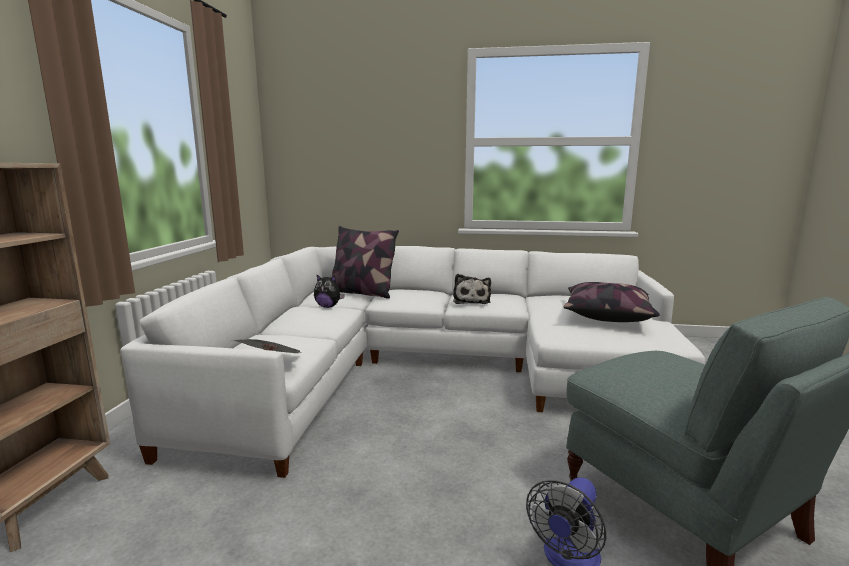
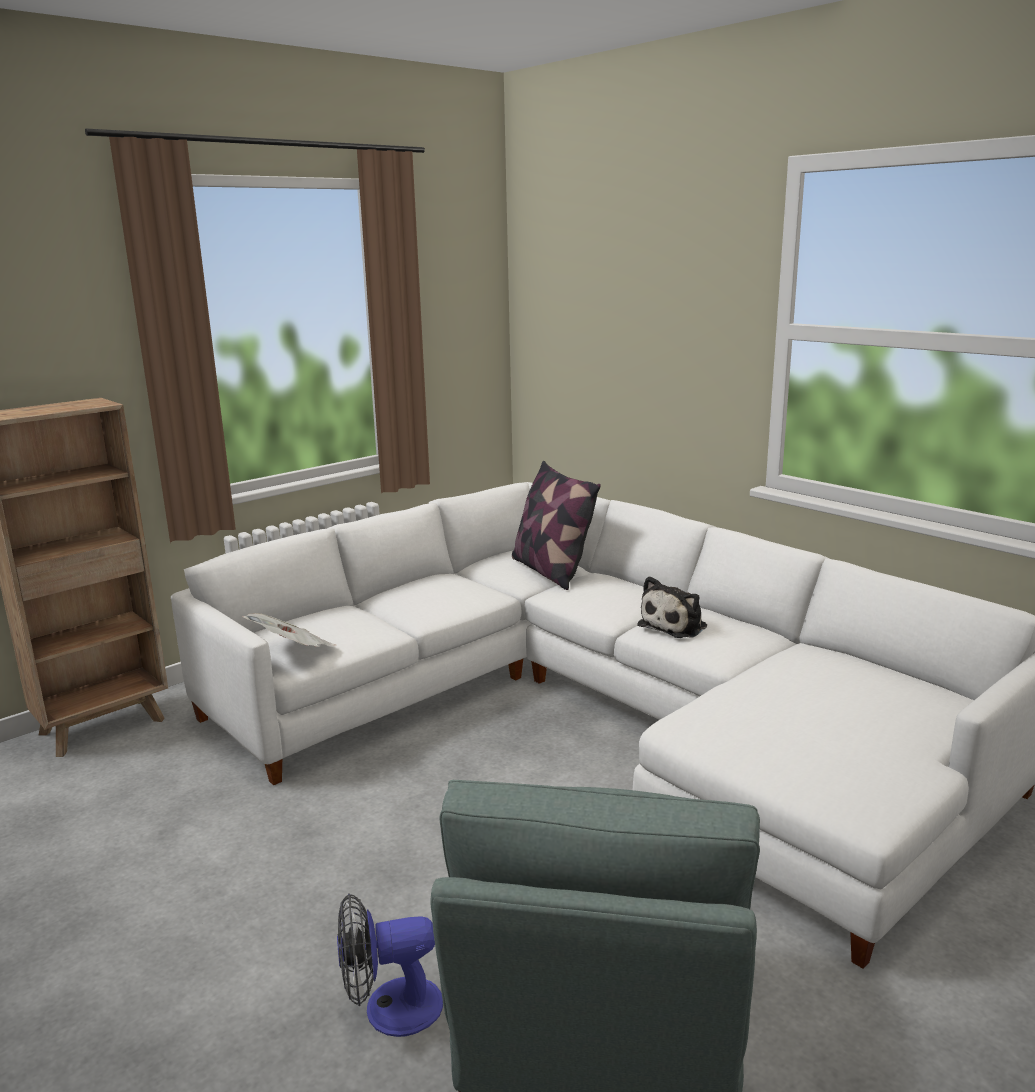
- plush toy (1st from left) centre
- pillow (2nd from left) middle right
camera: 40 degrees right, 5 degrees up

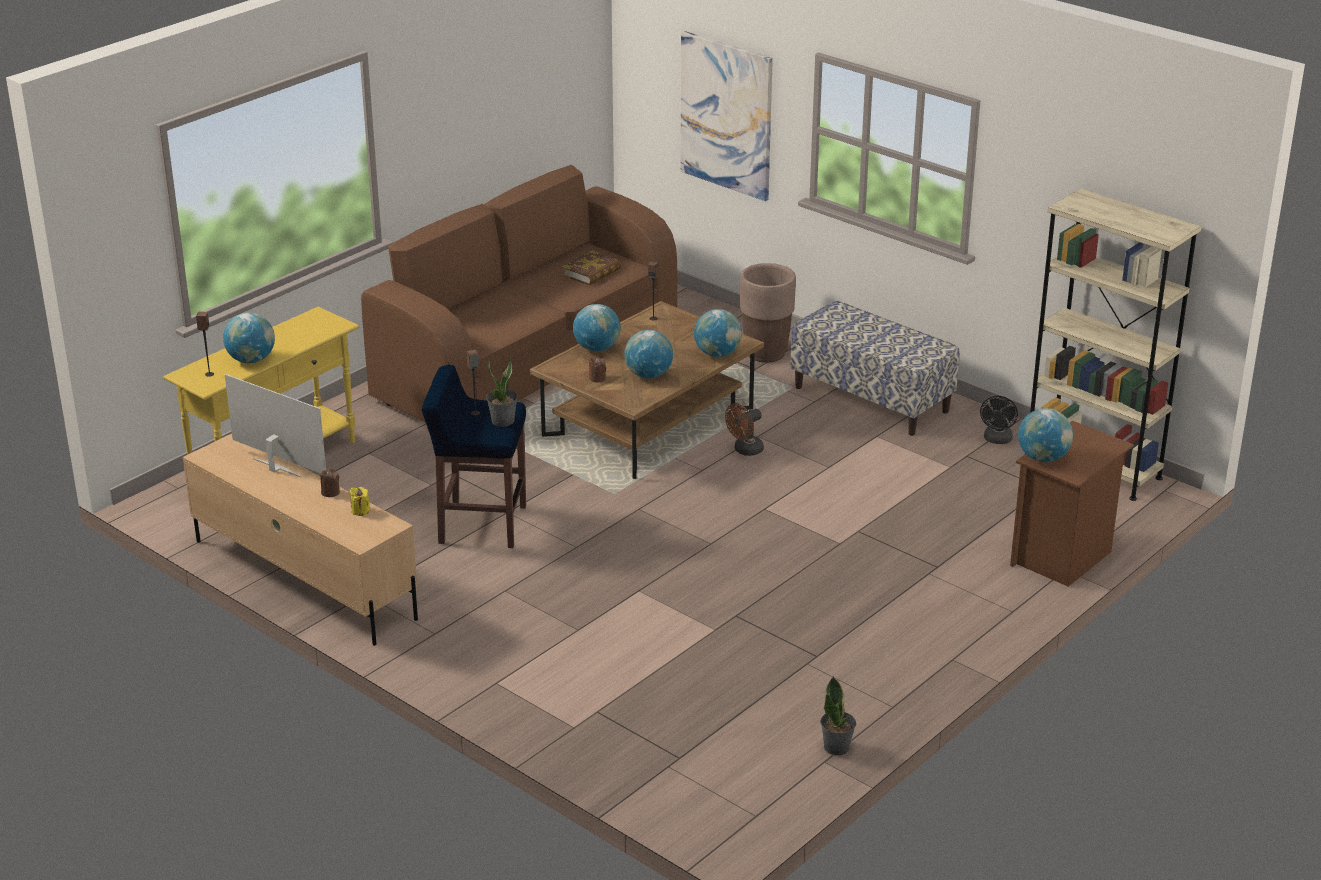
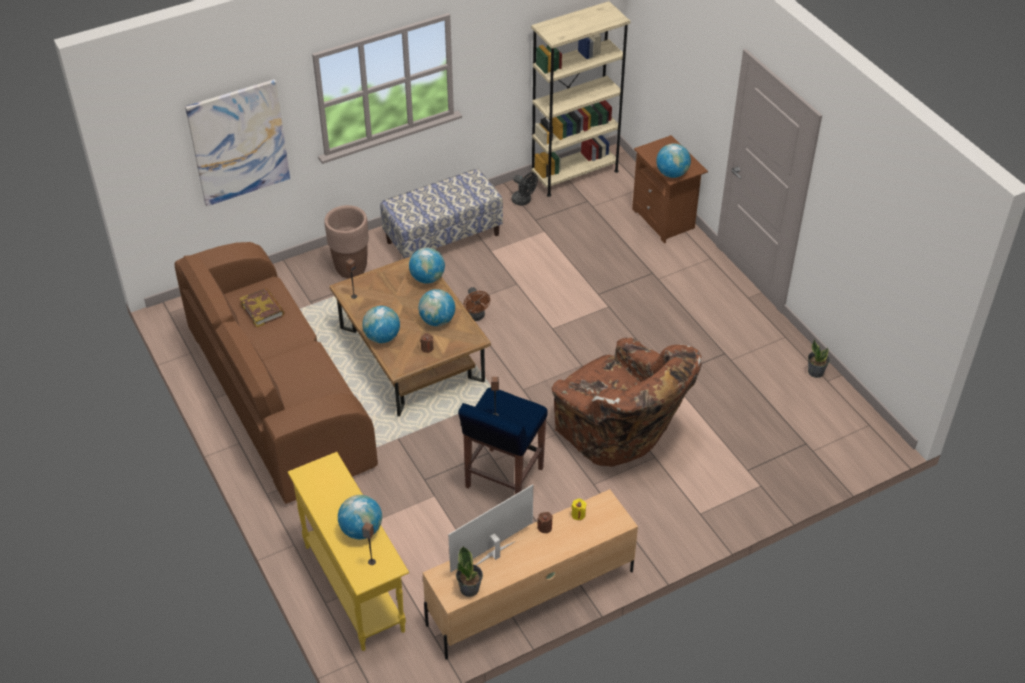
~ potted plant (1st from left) centre to bottom centre
+ brown armchair centre
camera: 70 degrees left, 15 degrees up

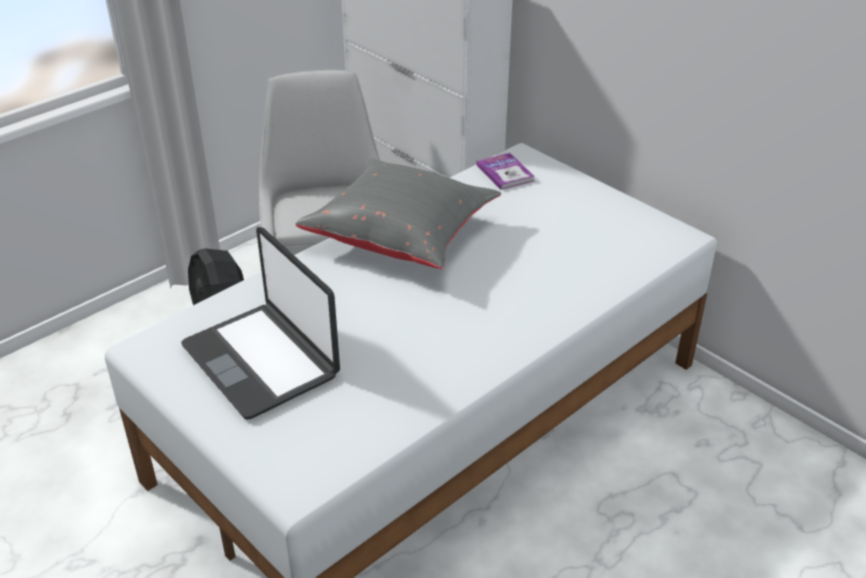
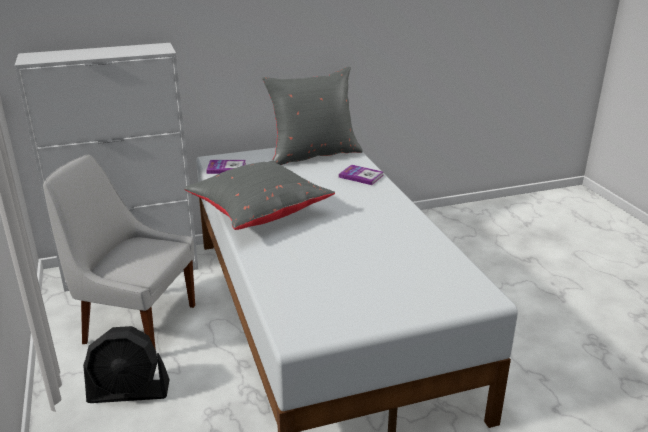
- laptop middle left
+ grey pillow (2nd from left) top centre
+ book (2nd from left) centre
camera: 65 degrees left, 10 degrees down

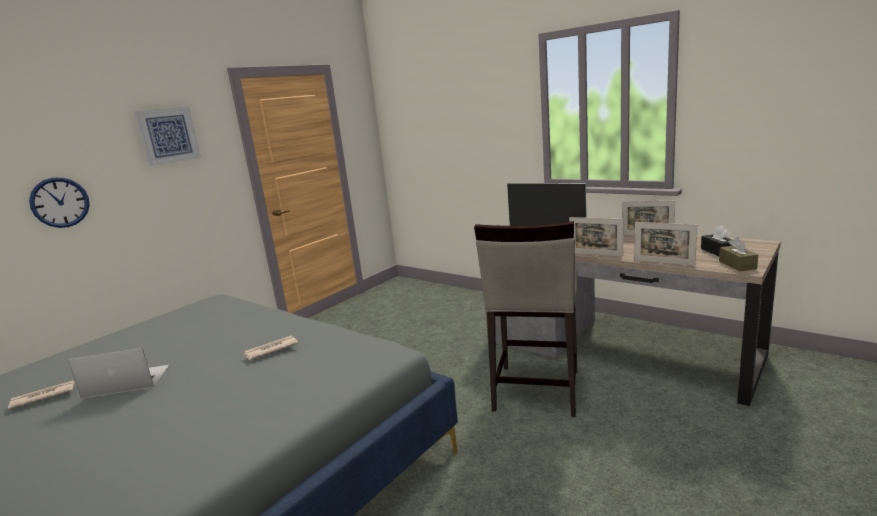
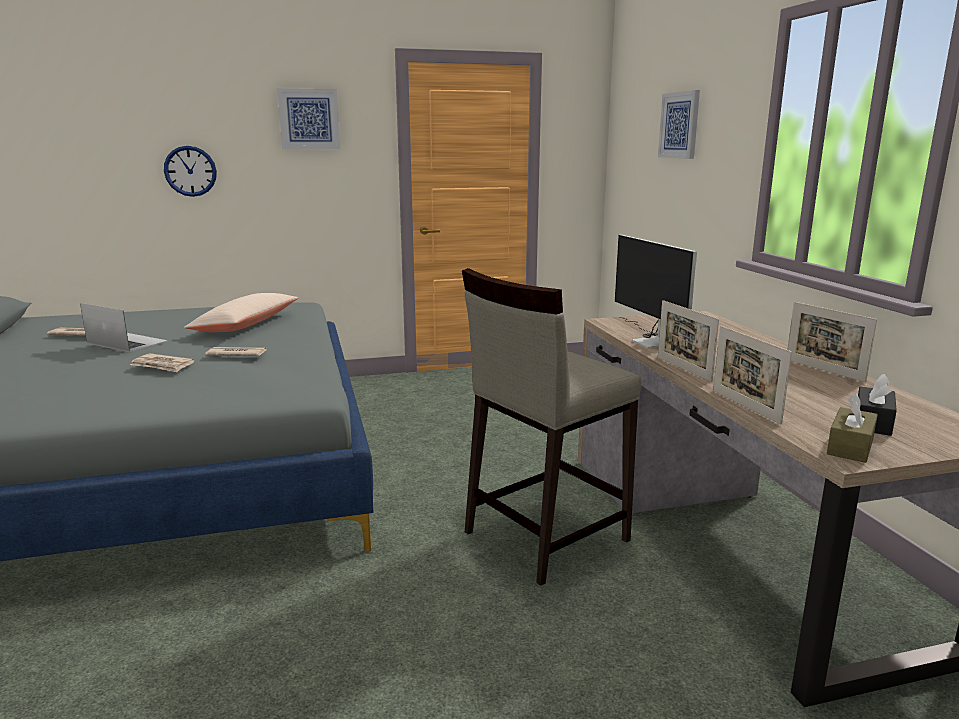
+ picture (2nd from left) top right
+ beige pillow middle left
+ newspaper (2nd from left) middle left
camera: 35 degrees right, 0 degrees up

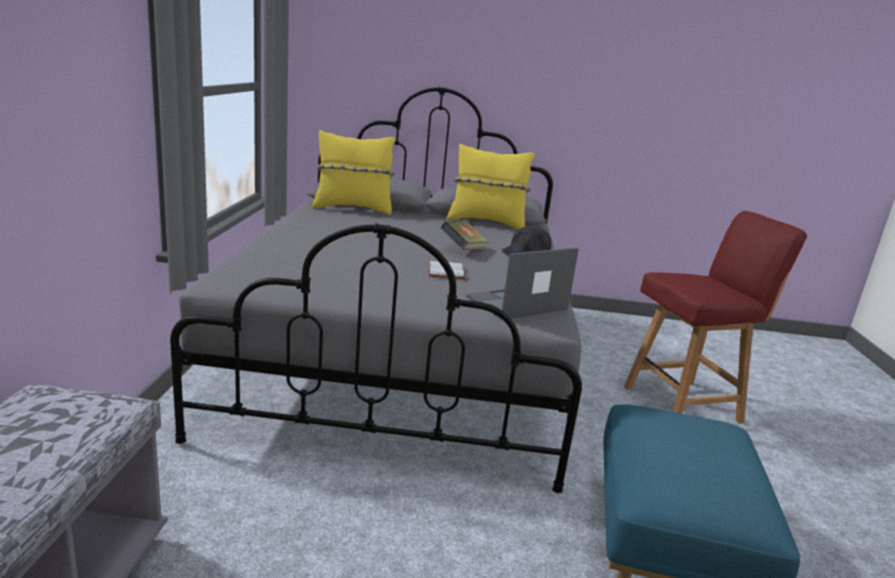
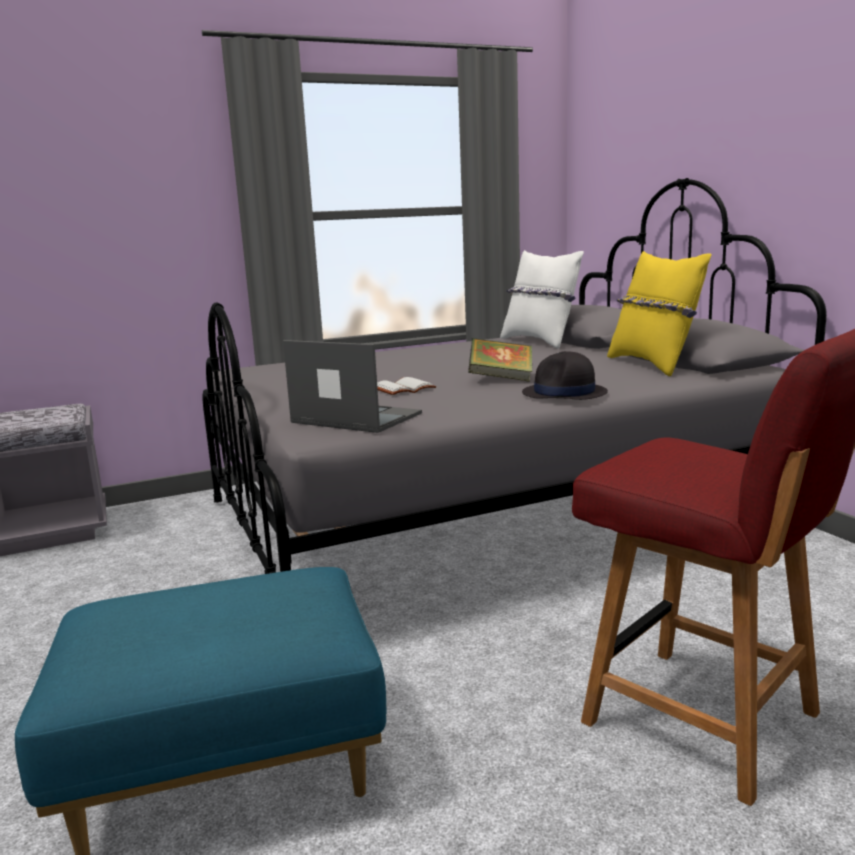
~ yellow pillow (1st from left) top centre to white pillow centre
camera: 65 degrees right, 5 degrees down

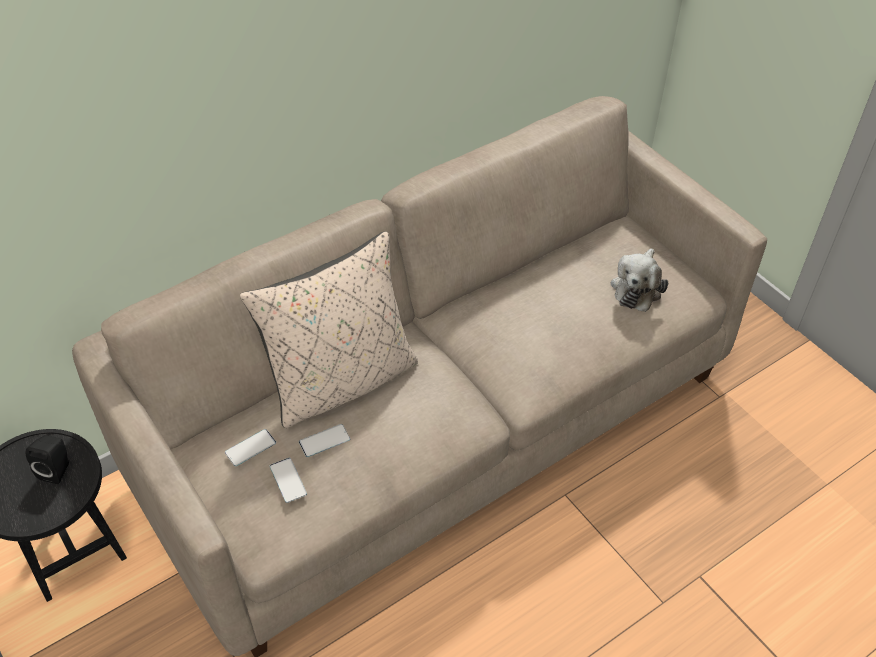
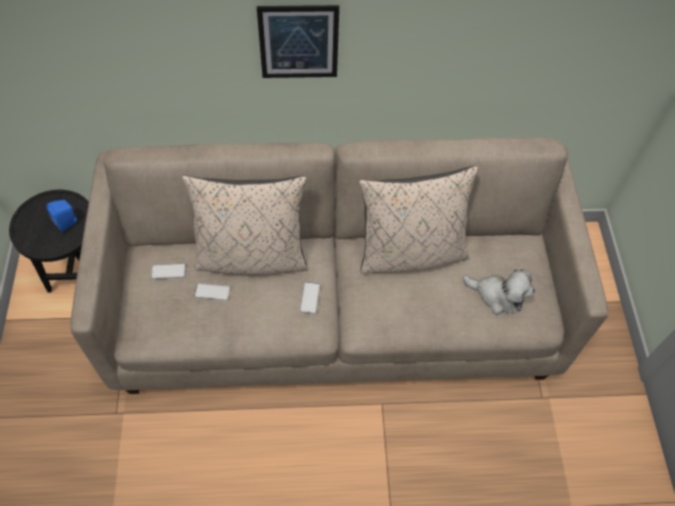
~ plush toy middle right = middle right 120 degrees counterclockwise
~ black speaker bottom left to blue speaker middle left
~ phone (2nd from left in the first image) bottom left to phone (3rd from left) centre
+ picture top centre
+ beige pillow (2nd from left) centre
camera: 30 degrees right, 10 degrees up

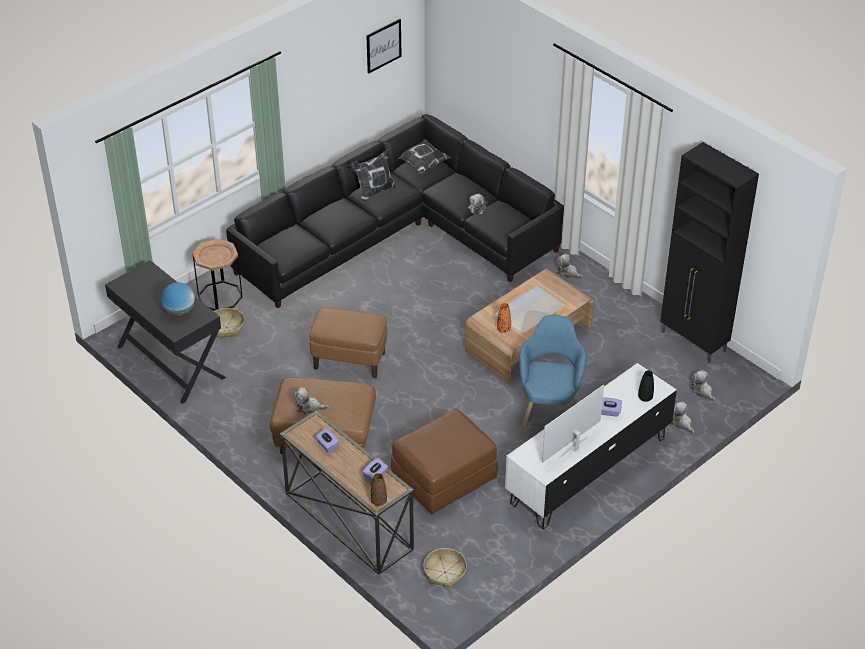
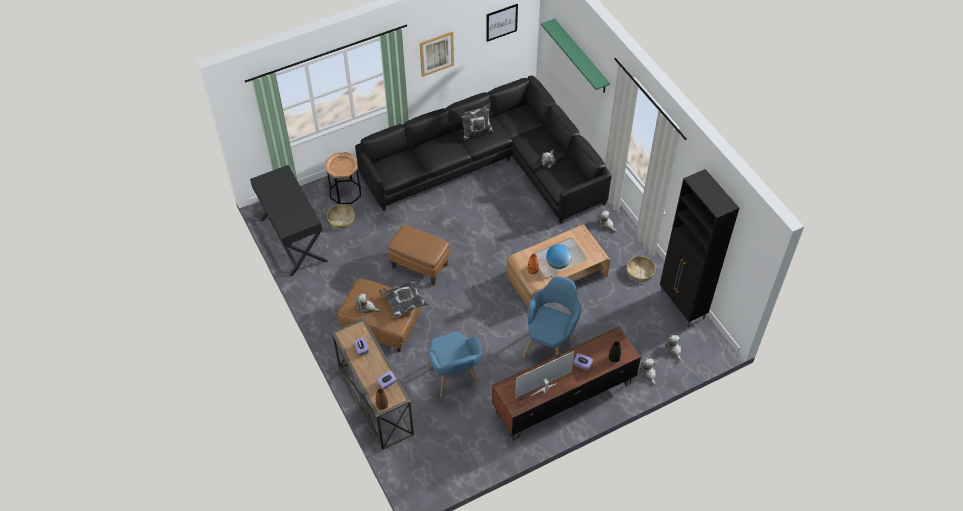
~ pillow (2nd from left in the first image) top centre to pillow (1st from left) centre
~ globe middle left to centre
~ white tv stand bottom right to brown tv stand bottom centre
~ brown ottoman (3rd from left) bottom centre to blue armchair (1st from left) bottom centre
~ basket (2nd from left) bottom centre to centre
+ green shelf top centre
+ picture (1st from left) top centre
camera: 15 degrees right, 10 degrees up

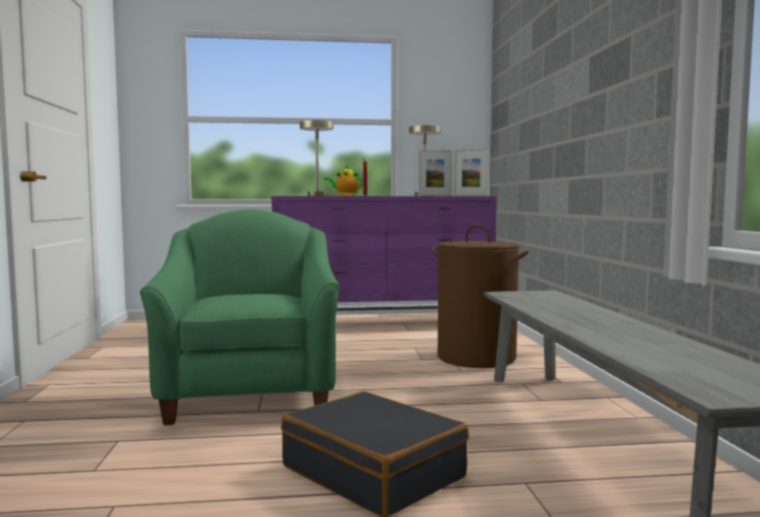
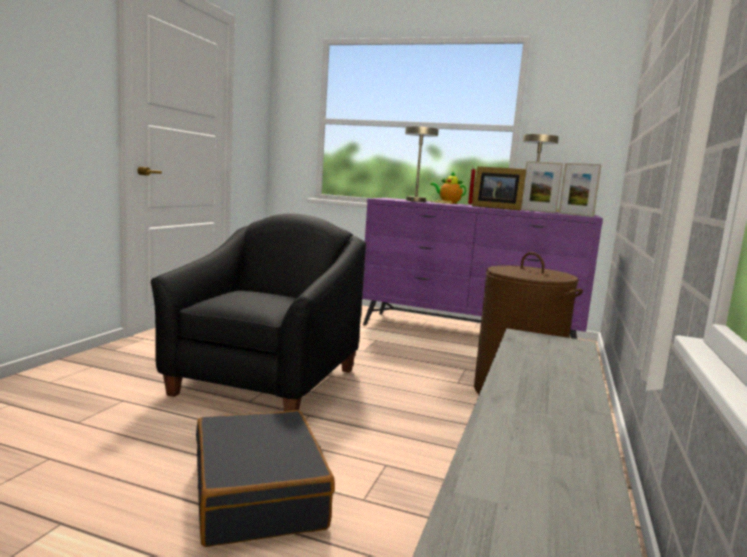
~ green armchair middle left to black armchair centre
+ picture frame (1st from left) middle right
camera: 25 degrees right, 5 degrees up

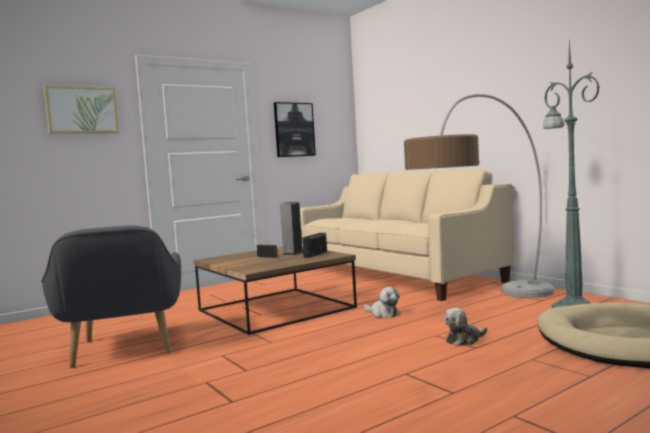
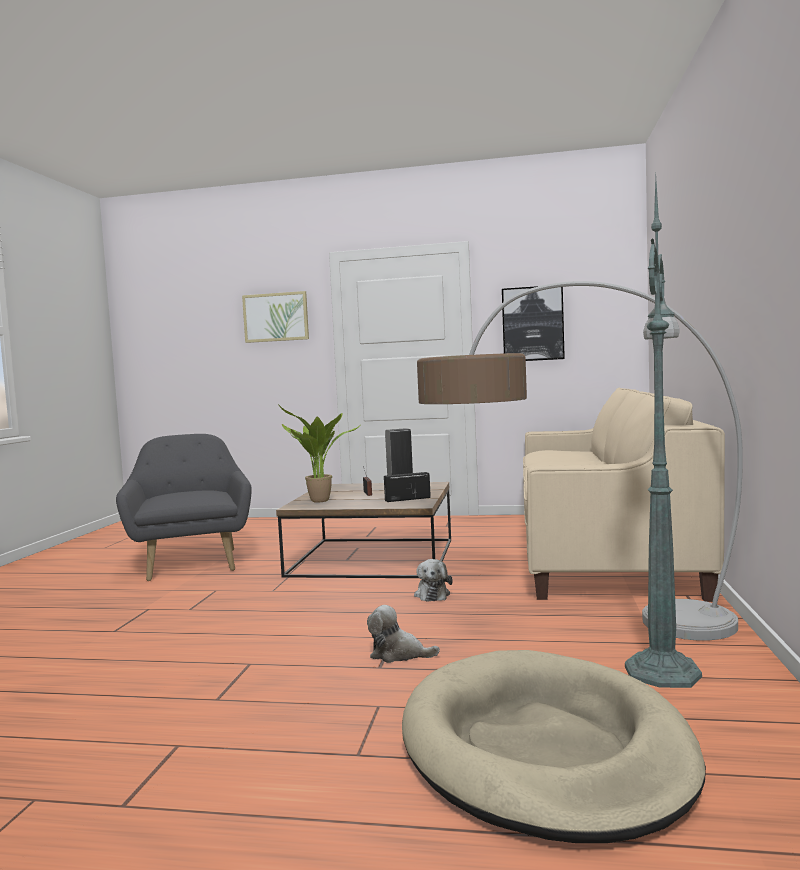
~ grey armchair bottom left = middle left 135 degrees clockwise
+ potted plant centre
camera: 45 degrees right, 0 degrees up

